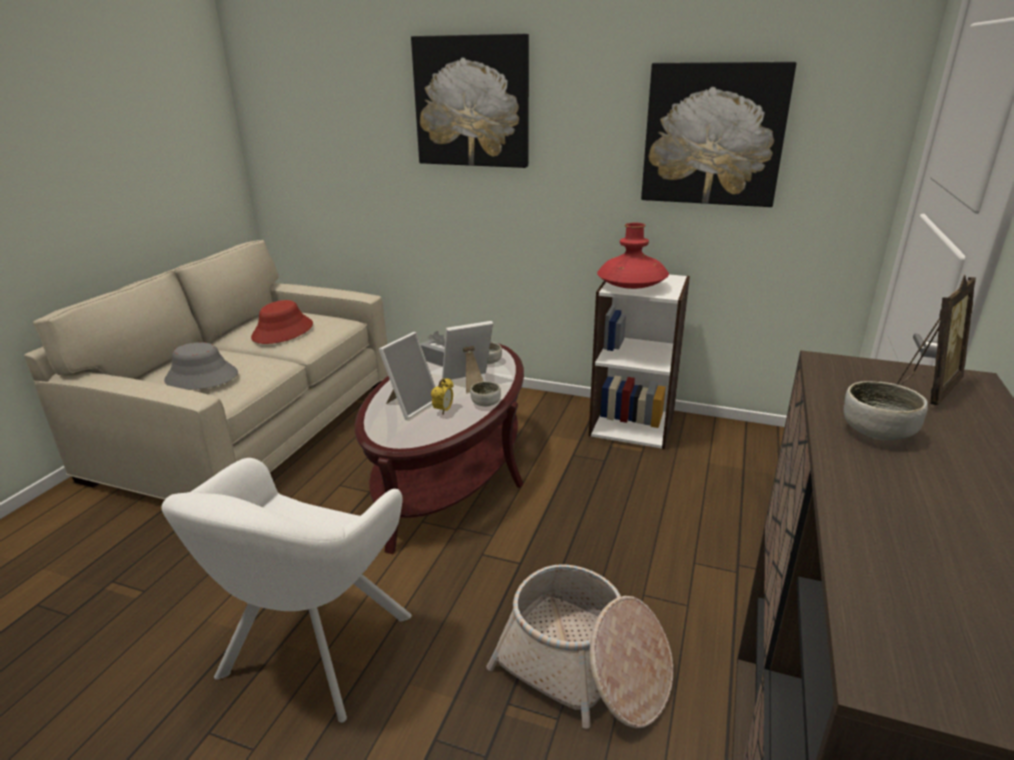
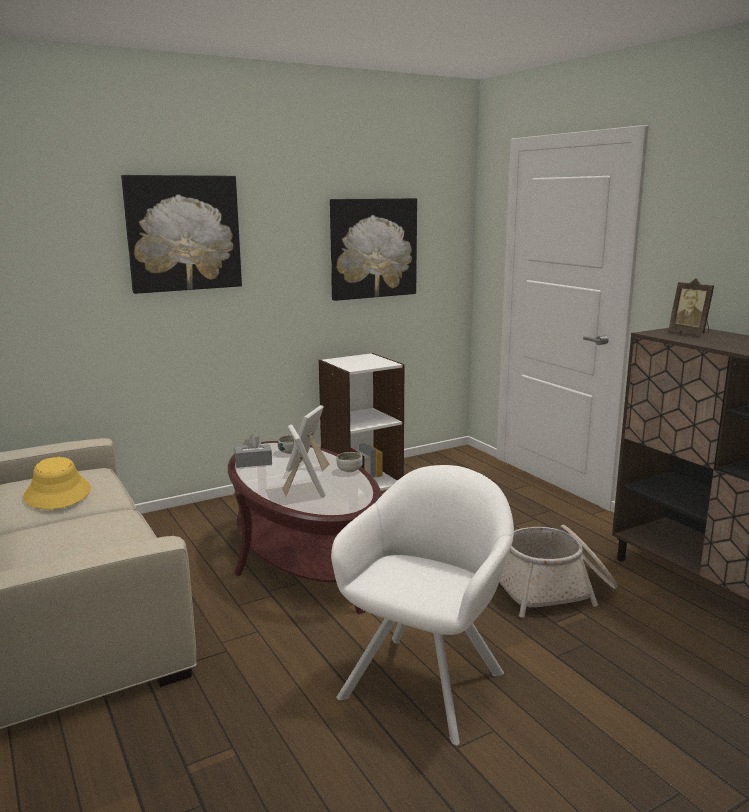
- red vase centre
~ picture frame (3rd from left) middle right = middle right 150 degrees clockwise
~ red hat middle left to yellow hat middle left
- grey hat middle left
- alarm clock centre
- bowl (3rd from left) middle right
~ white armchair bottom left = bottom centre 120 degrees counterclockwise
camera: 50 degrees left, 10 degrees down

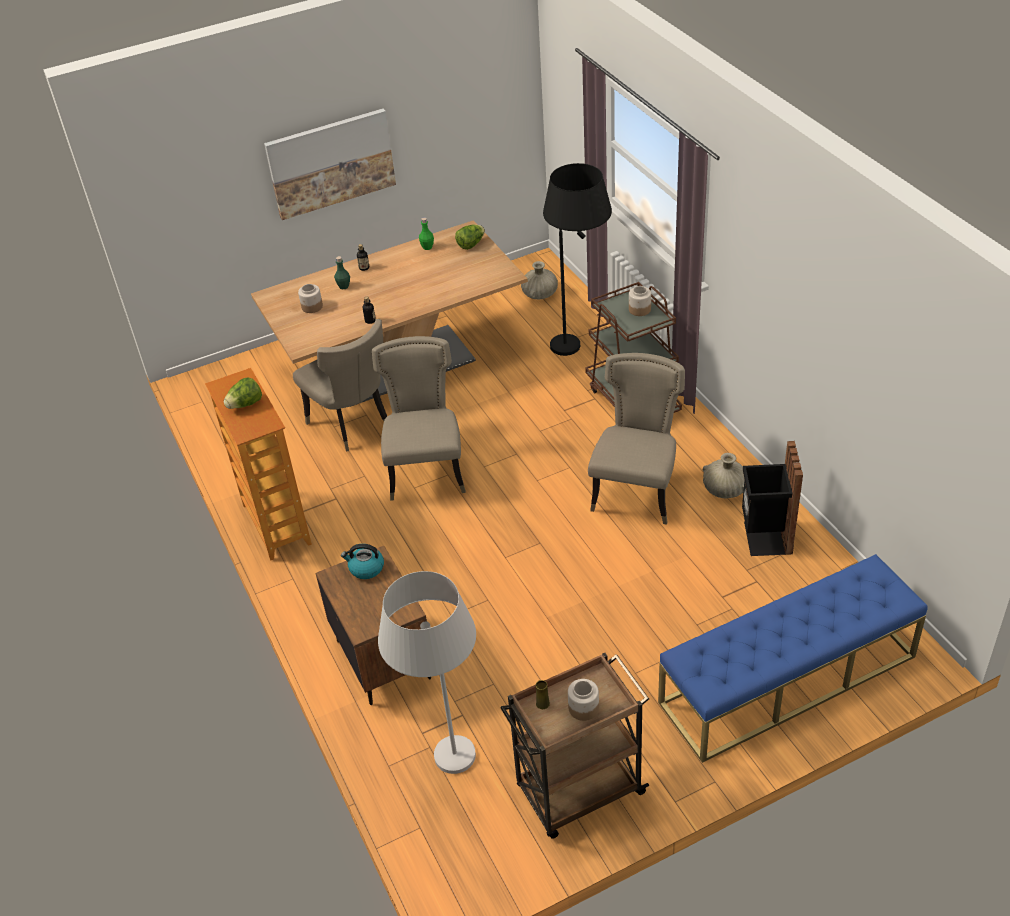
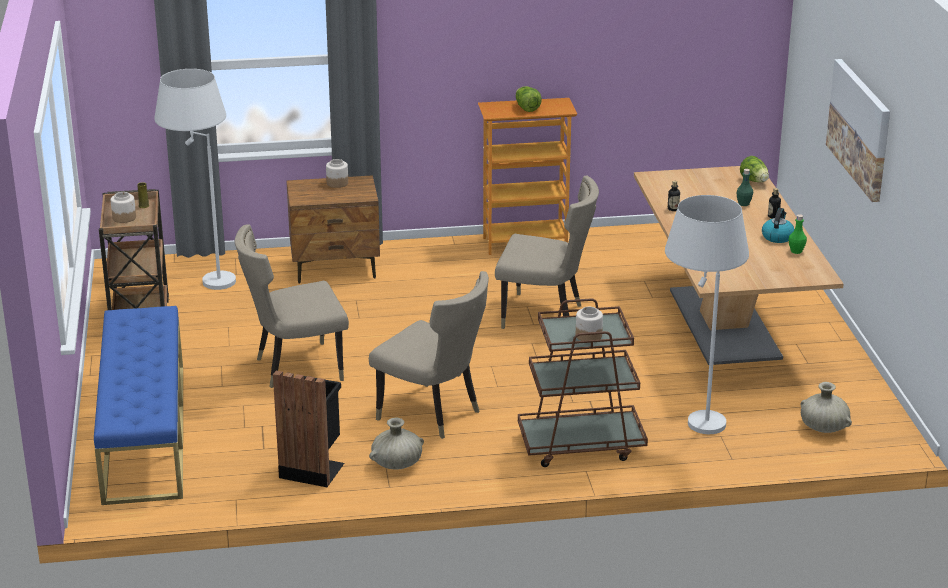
~ black floor lamp top centre to white floor lamp (2nd from left) middle right
~ lettuce (2nd from left) top centre to top right
~ jar (1st from left in the first image) top left to jar (2nd from left) top centre
~ beige chair (1st from left) centre to middle left
~ kettle centre to middle right
camera: 105 degrees right, 15 degrees down

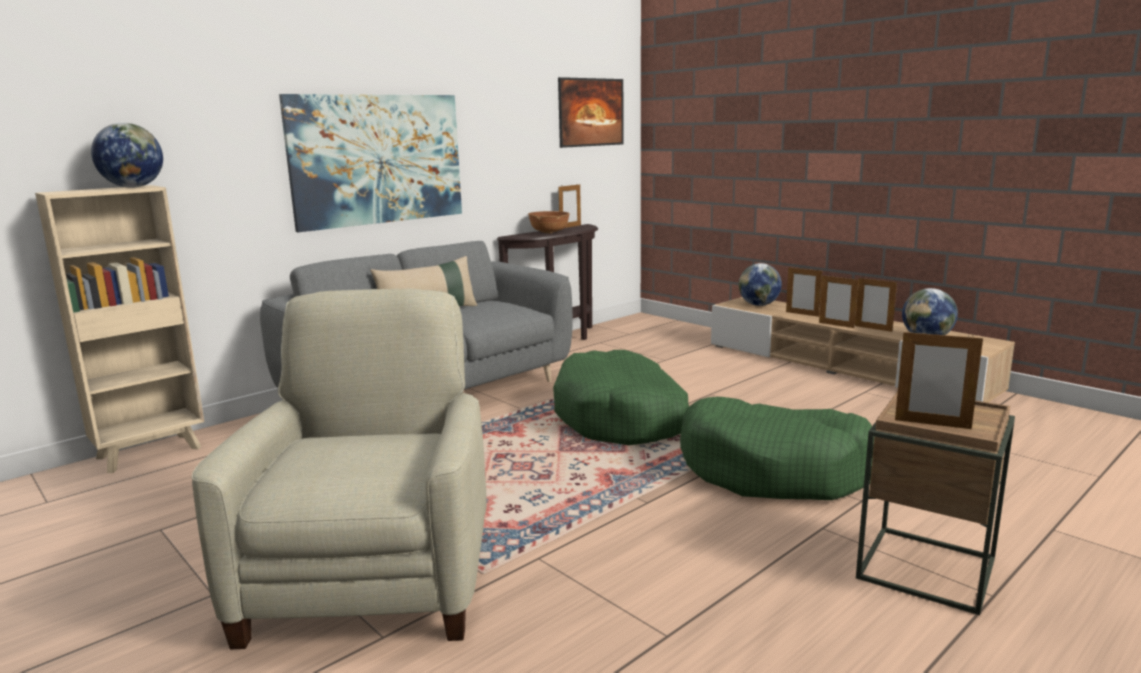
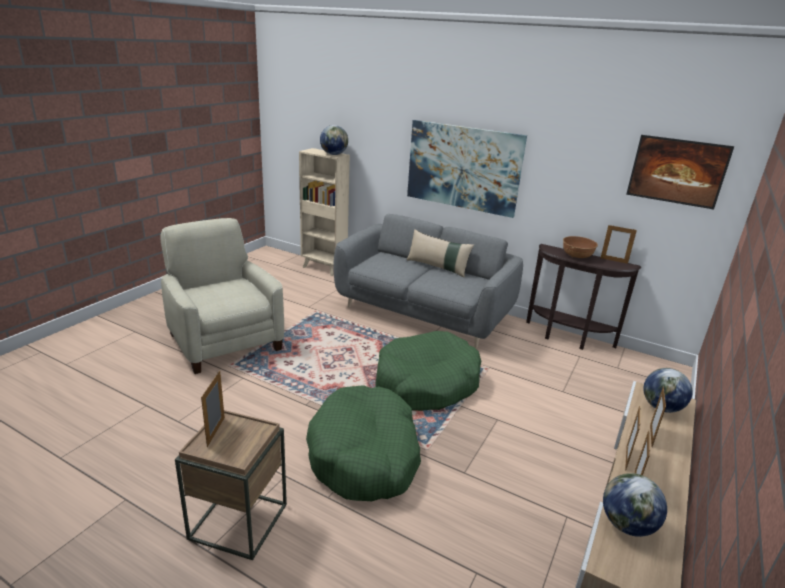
~ beige armchair bottom left = middle left 105 degrees counterclockwise
camera: 70 degrees right, 10 degrees up

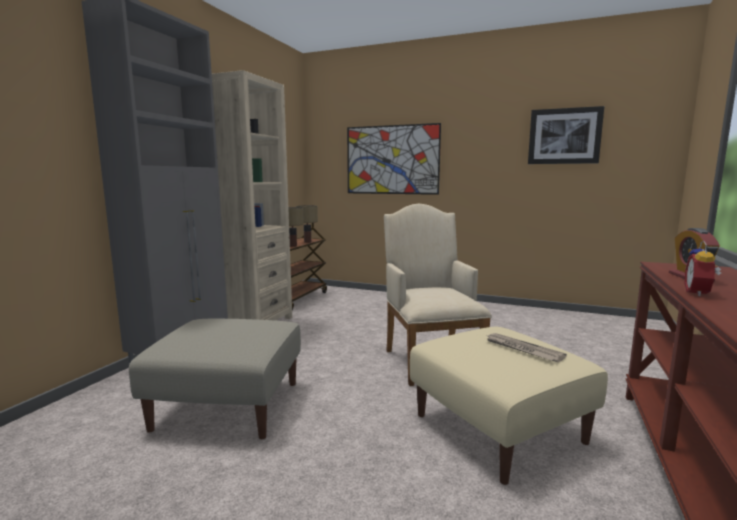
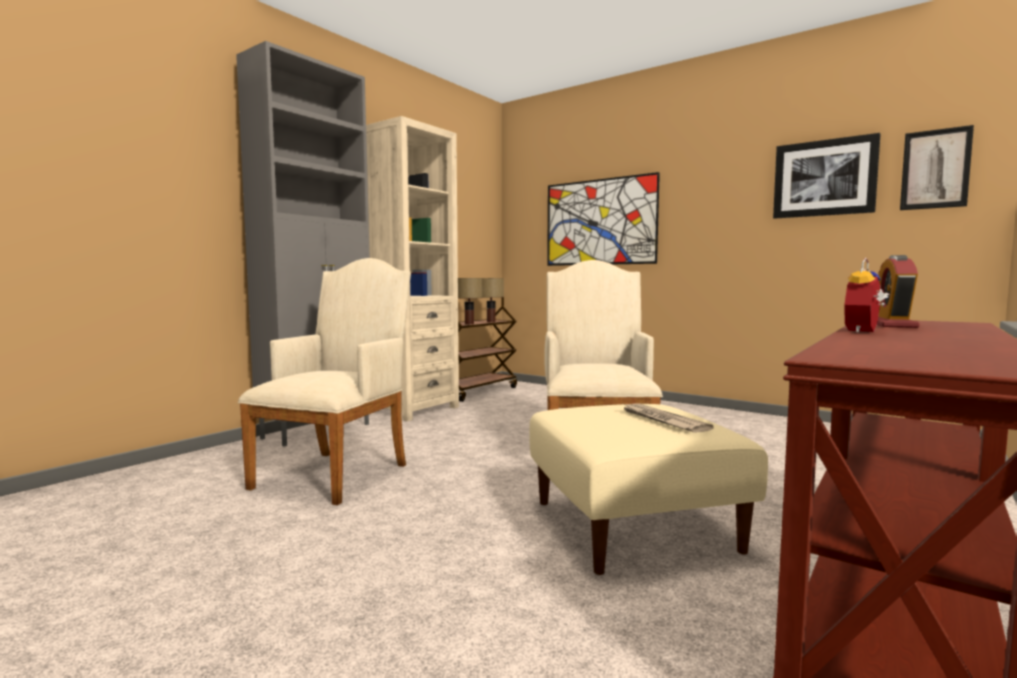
~ beige ottoman (1st from left) bottom left to beige armchair (1st from left) middle left
+ picture (3rd from left) top right
camera: 15 degrees right, 5 degrees down

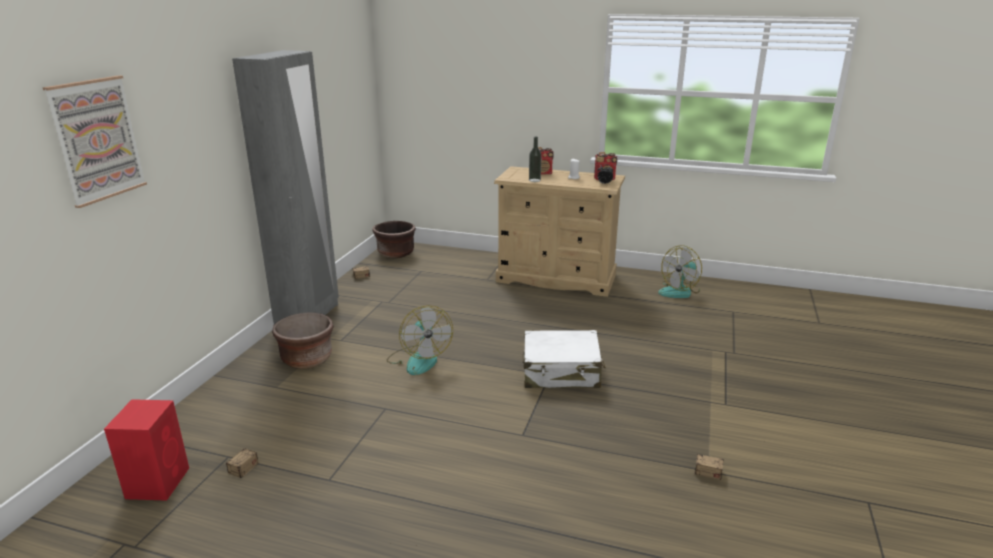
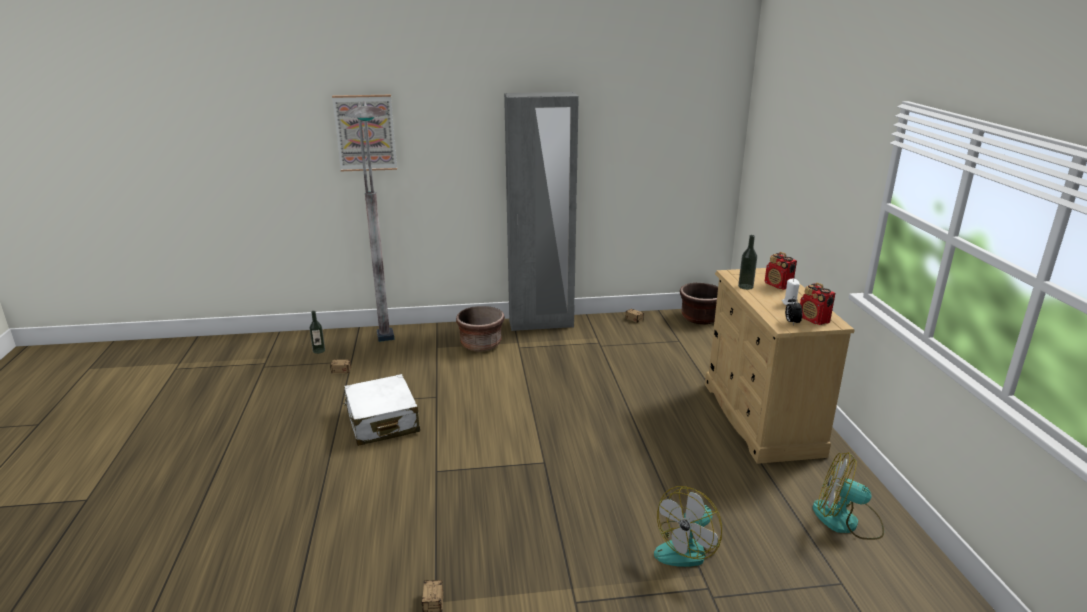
~ fan (1st from left) centre to bottom centre
~ white suitcase centre to bottom centre
~ red speaker bottom left to bottle (1st from left) middle left
+ grey floor lamp centre
camera: 65 degrees right, 0 degrees up

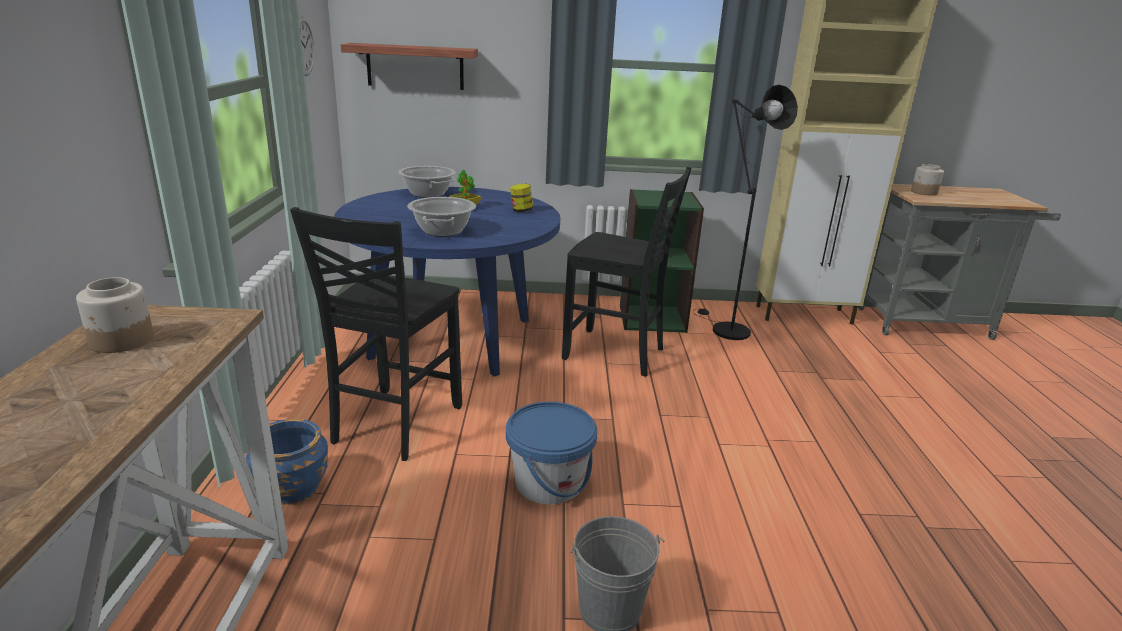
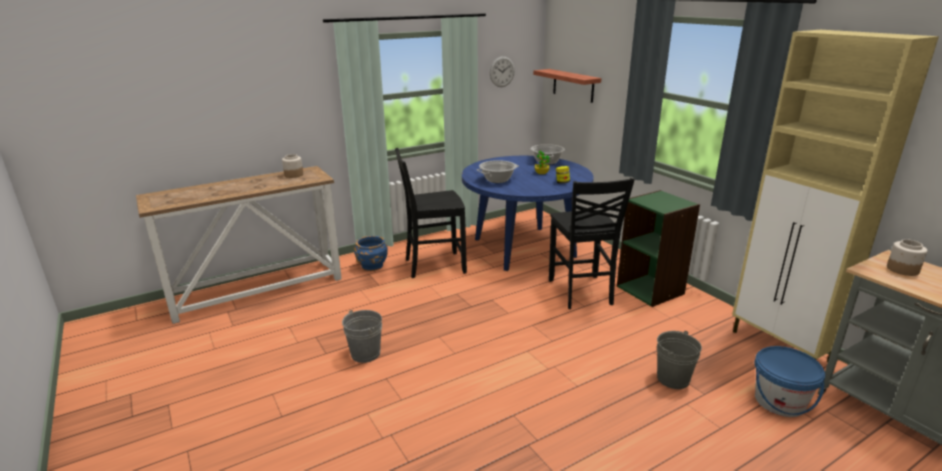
- black floor lamp centre
~ blue bucket bottom centre to bottom right
+ grey bucket (2nd from left) bottom right
camera: 60 degrees right, 0 degrees up

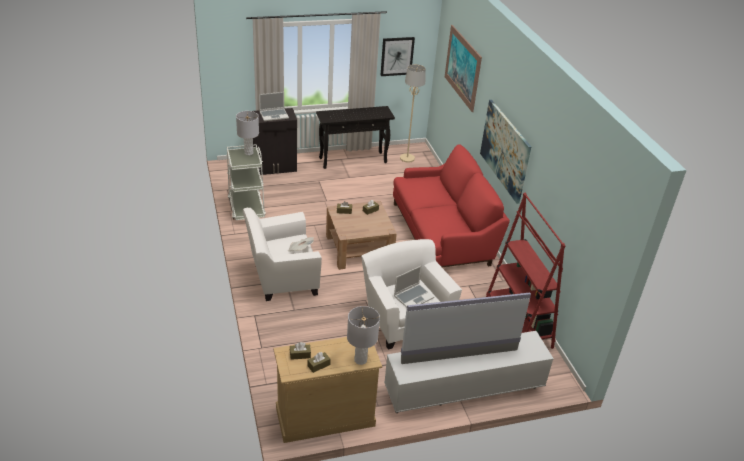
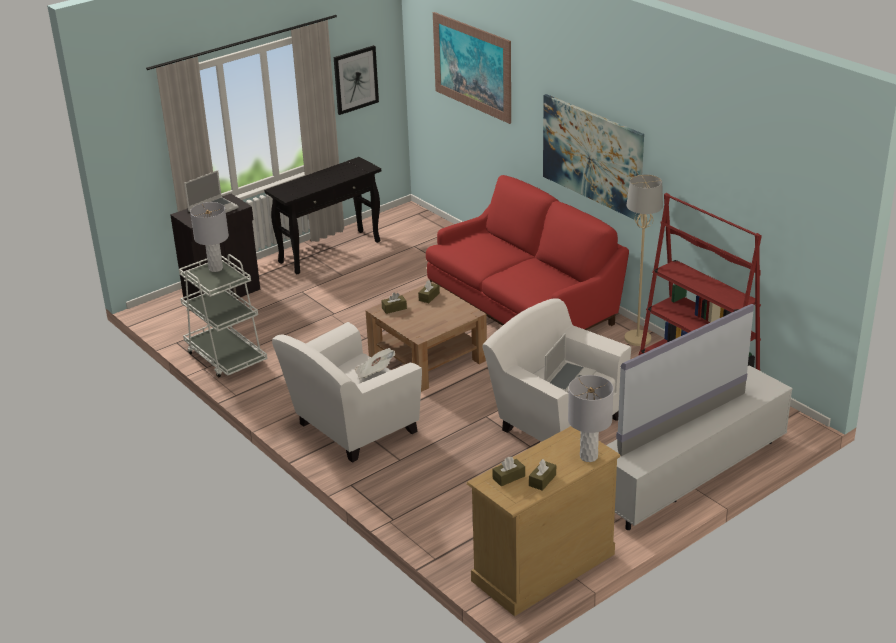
~ beige floor lamp top centre to middle right
camera: 20 degrees left, 5 degrees down

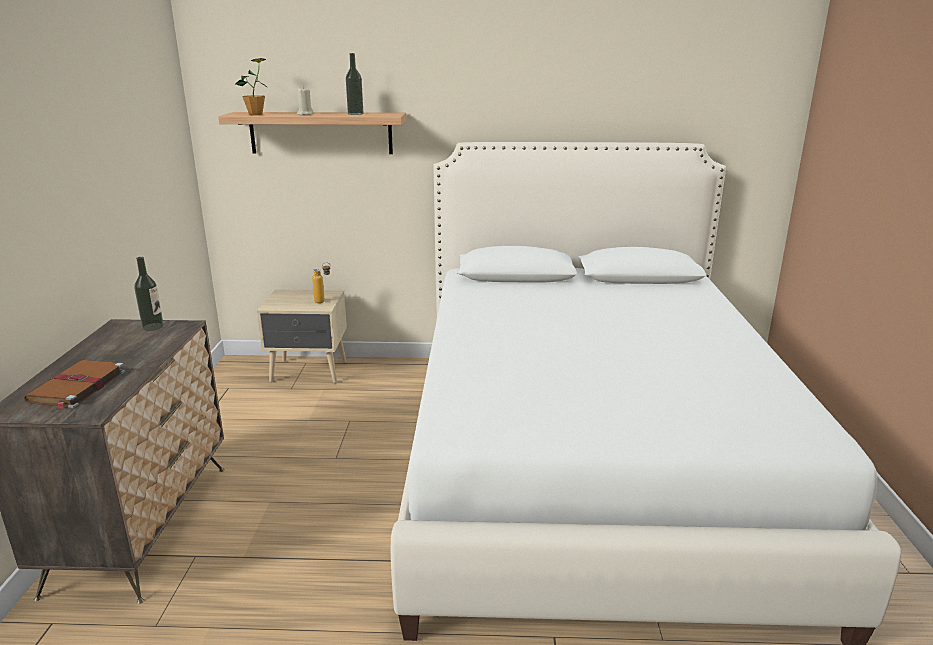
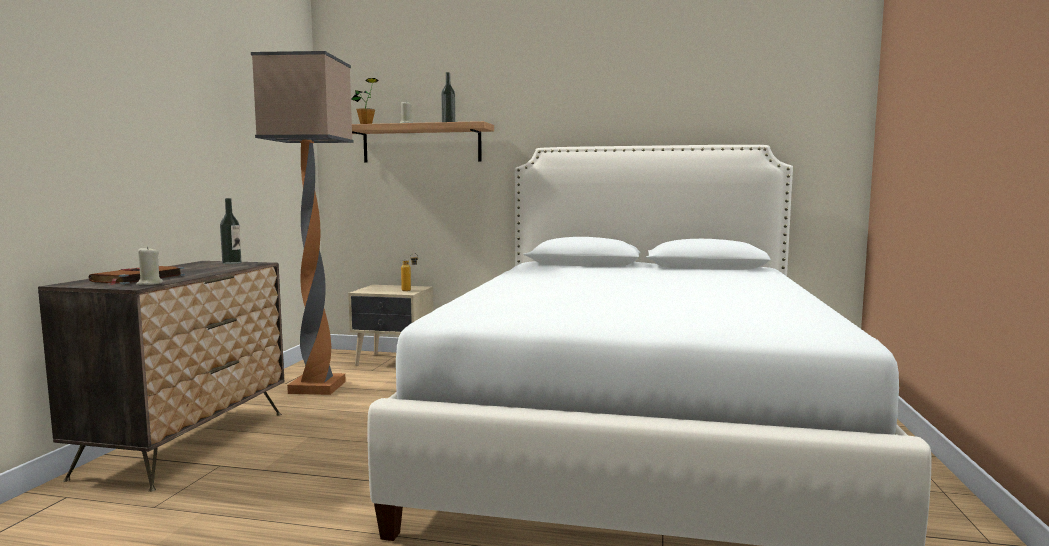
+ floor lamp middle left
+ beige candle (1st from left) middle left
camera: 10 degrees right, 15 degrees down

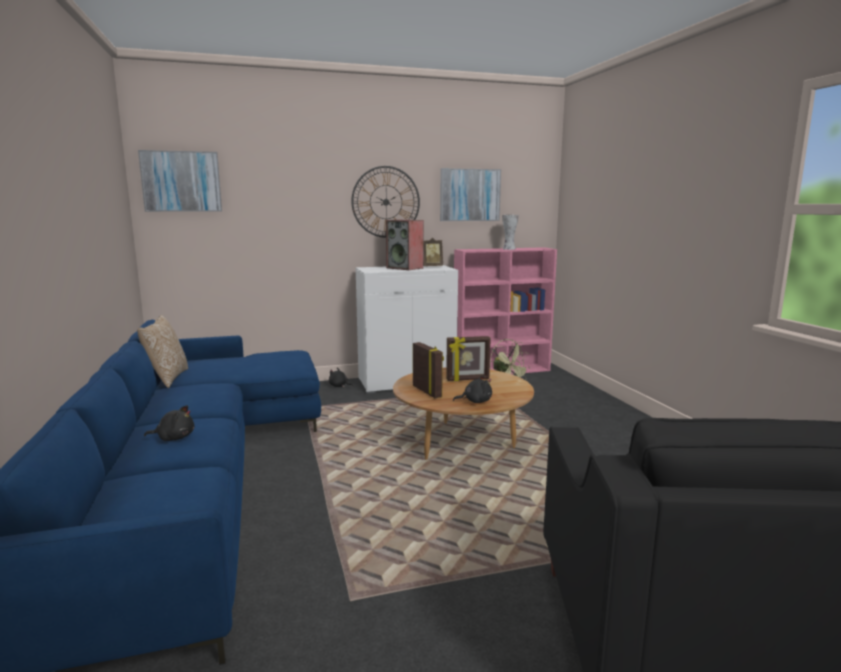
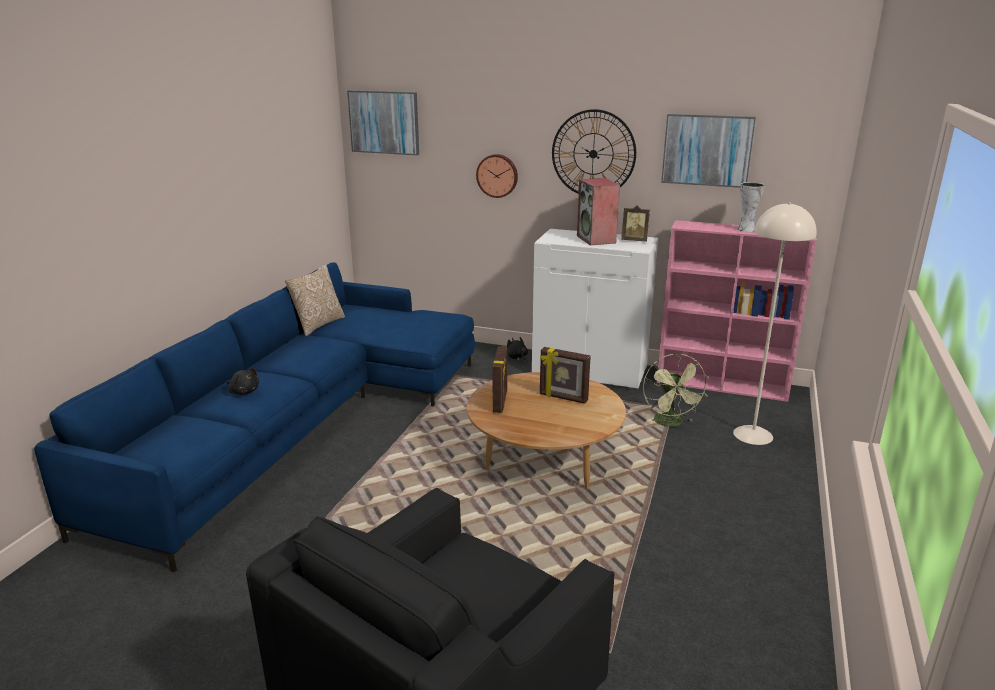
- black plush toy (3rd from left) centre
+ wall clock (1st from left) top centre
+ beige floor lamp middle right
camera: 35 degrees right, 10 degrees up

